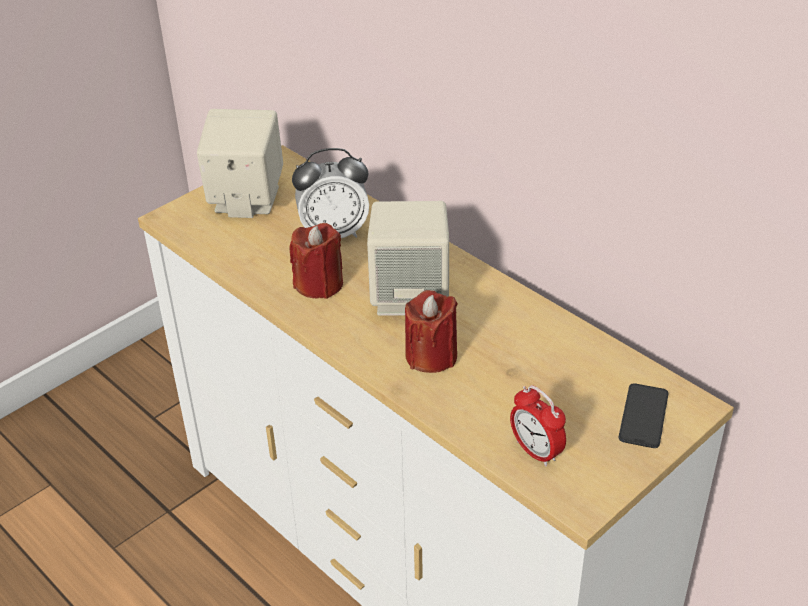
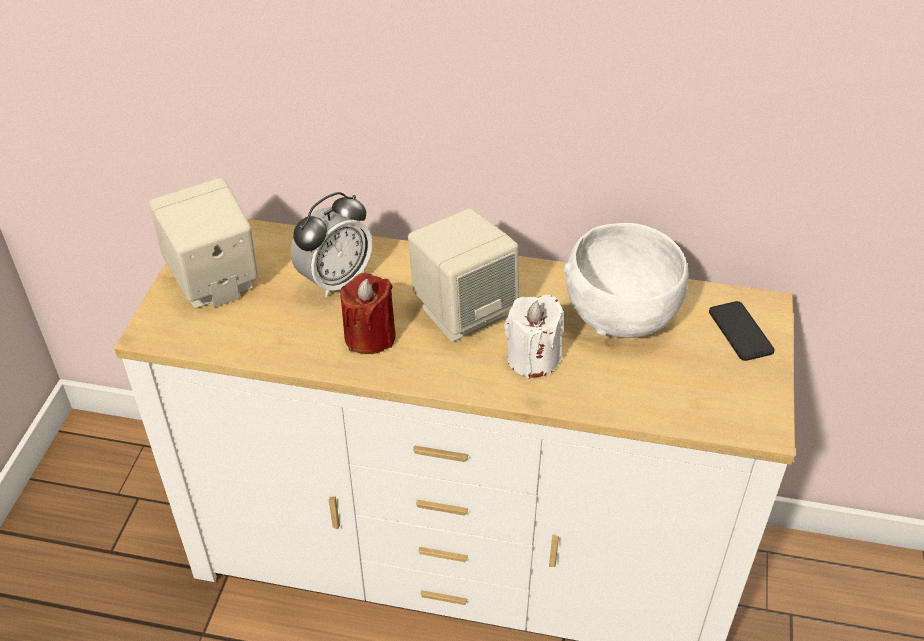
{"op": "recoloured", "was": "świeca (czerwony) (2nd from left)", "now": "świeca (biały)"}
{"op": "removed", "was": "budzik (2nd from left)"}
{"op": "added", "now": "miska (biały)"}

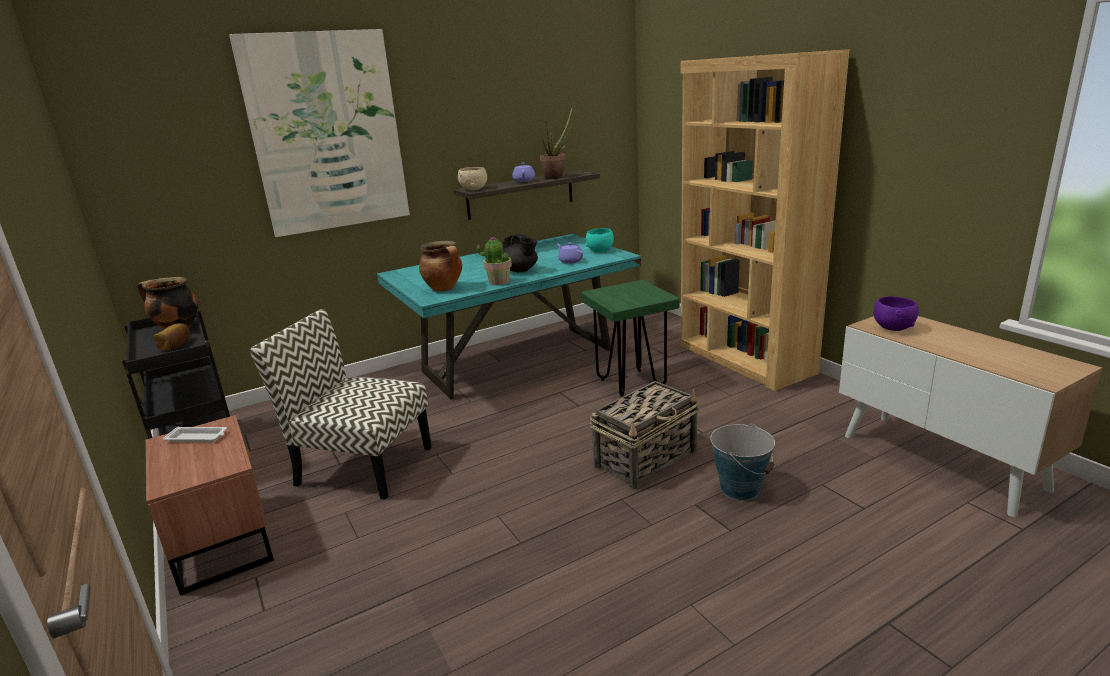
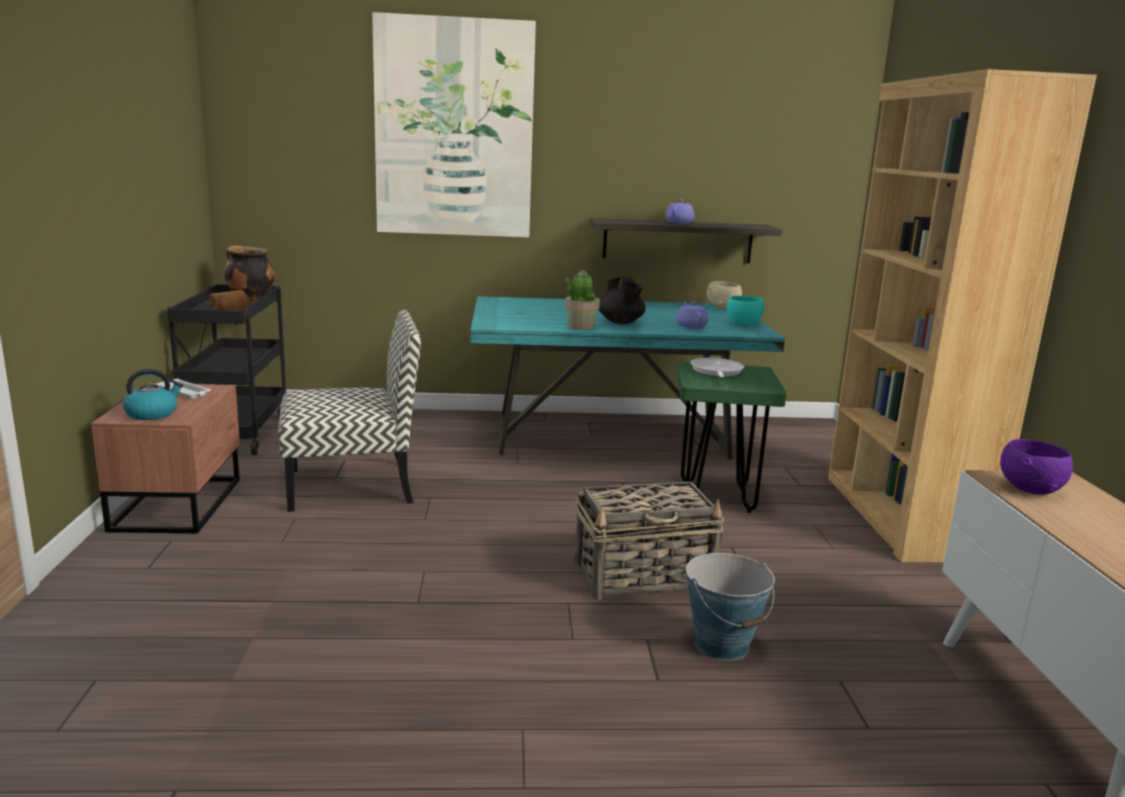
{"op": "removed", "was": "roślina doniczkowa (2nd from left)"}
{"op": "moved", "was": "miska (beżowy)"}
{"op": "removed", "was": "garnek (2nd from left)"}
{"op": "turned", "was": "krzesło", "clockwise": 120}
{"op": "added", "now": "patelnia"}
{"op": "added", "now": "czajnik"}

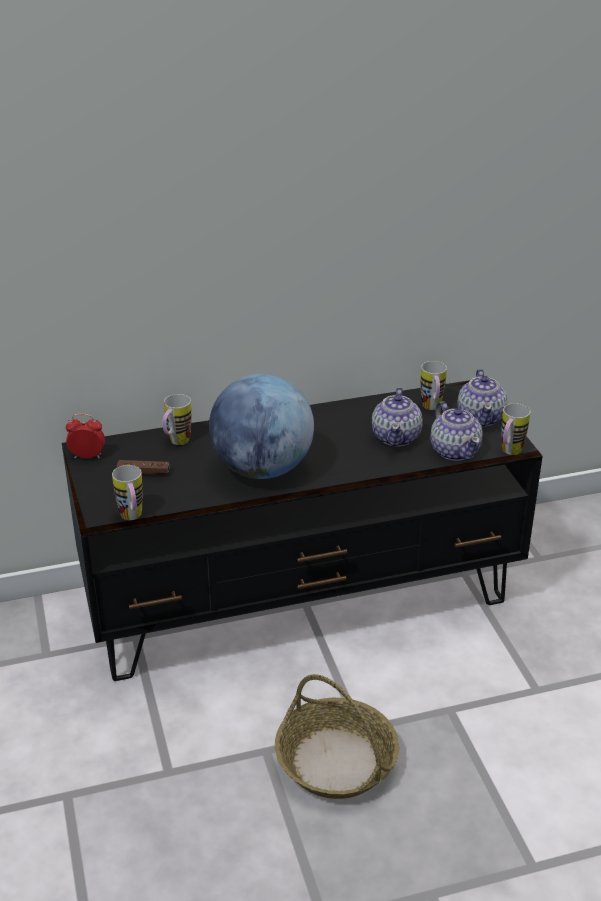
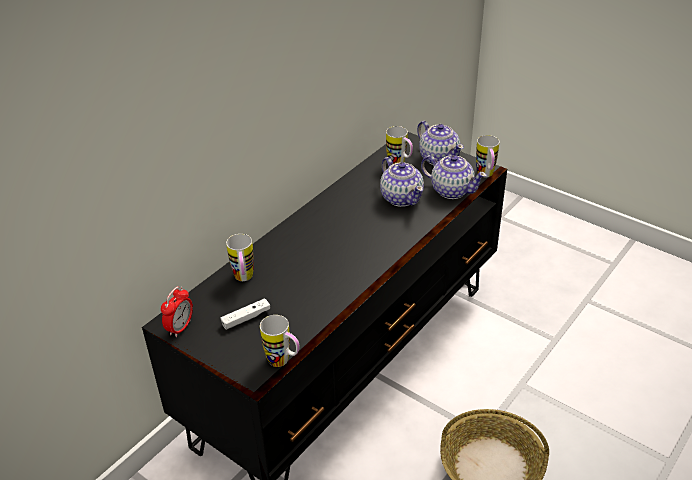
{"op": "removed", "was": "globus"}
{"op": "turned", "was": "budzik", "clockwise": 150}
{"op": "recoloured", "was": "pad do gier (brązowy)", "now": "pad do gier (biały)"}

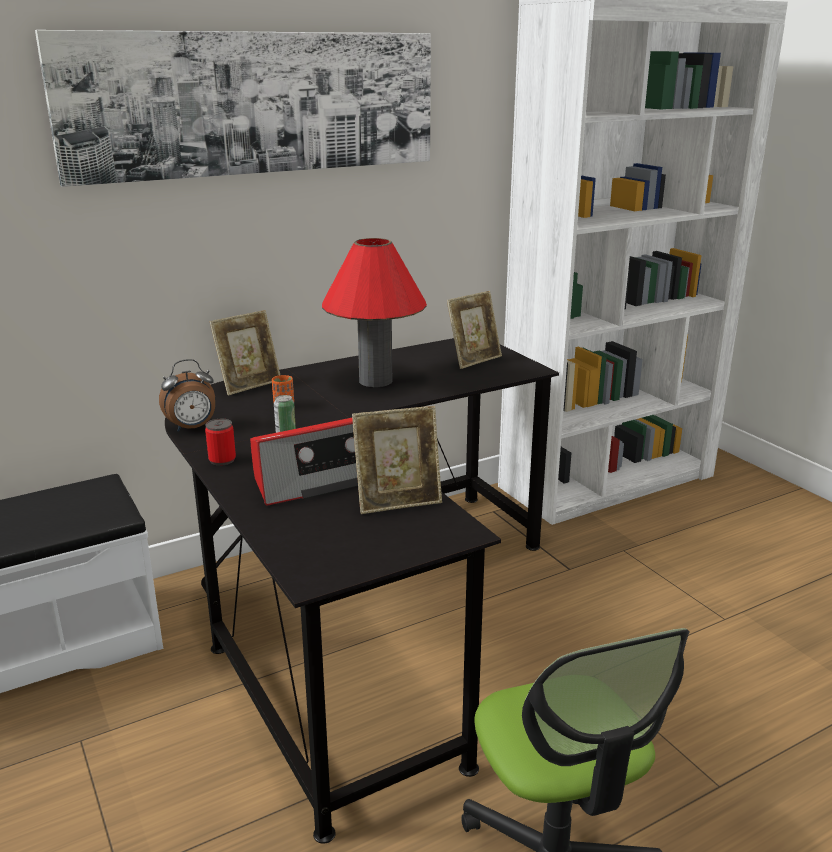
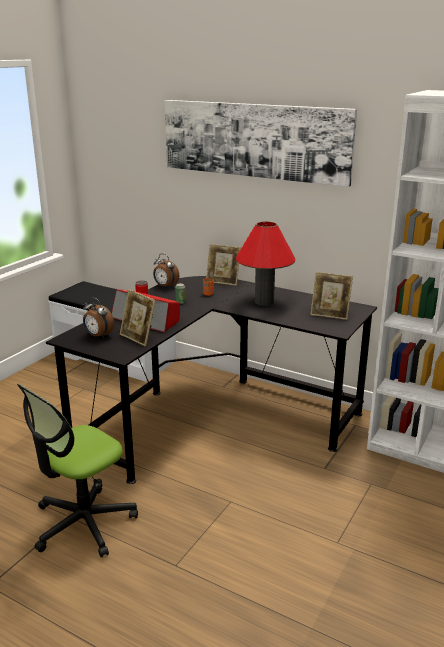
{"op": "added", "now": "budzik (1st from left)"}

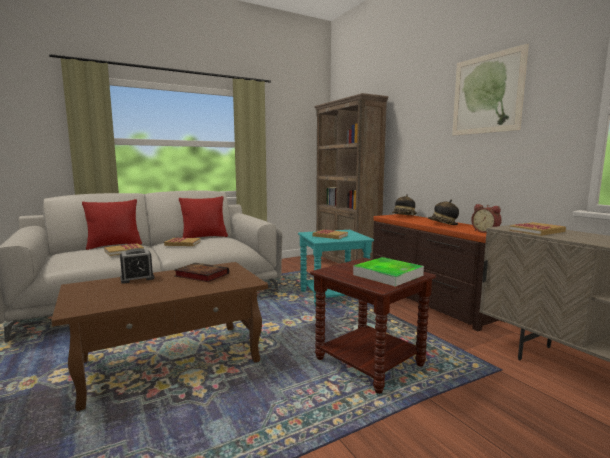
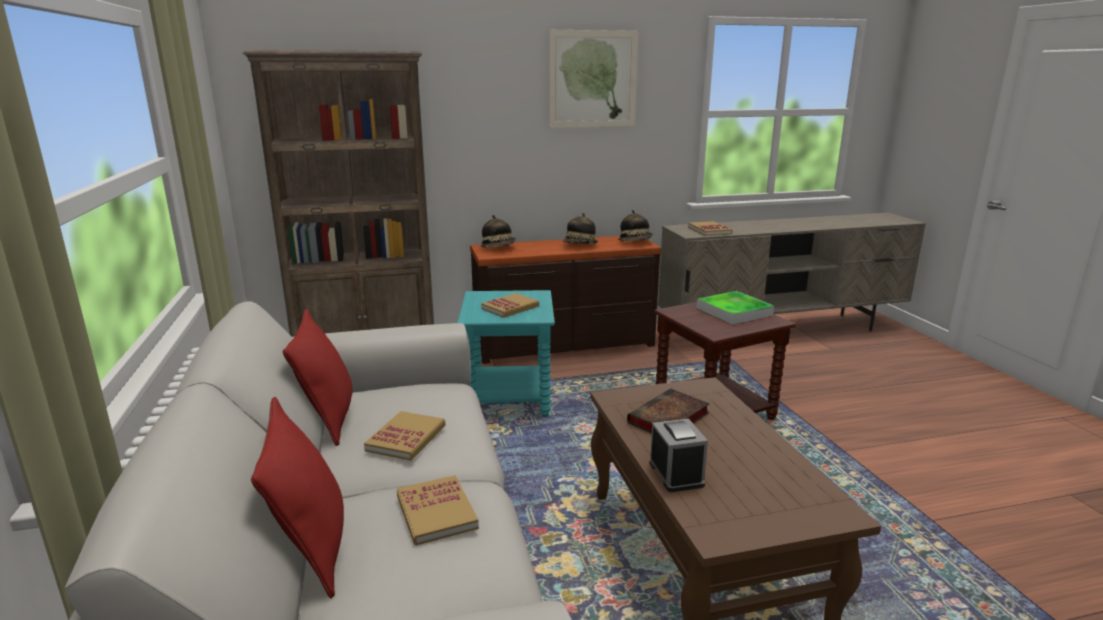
{"op": "replaced", "was": "budzik (2nd from left)", "now": "kapelusz (3rd from left)"}

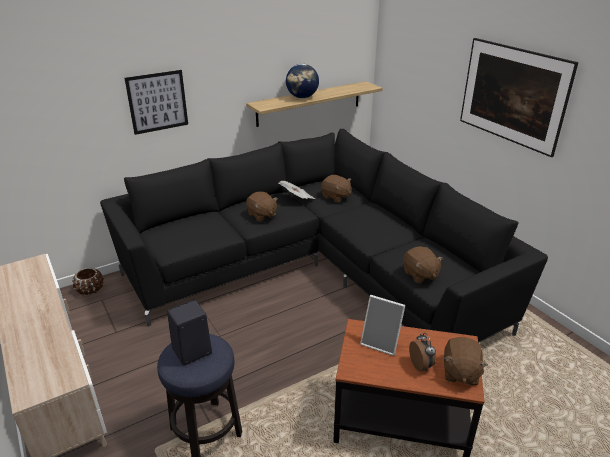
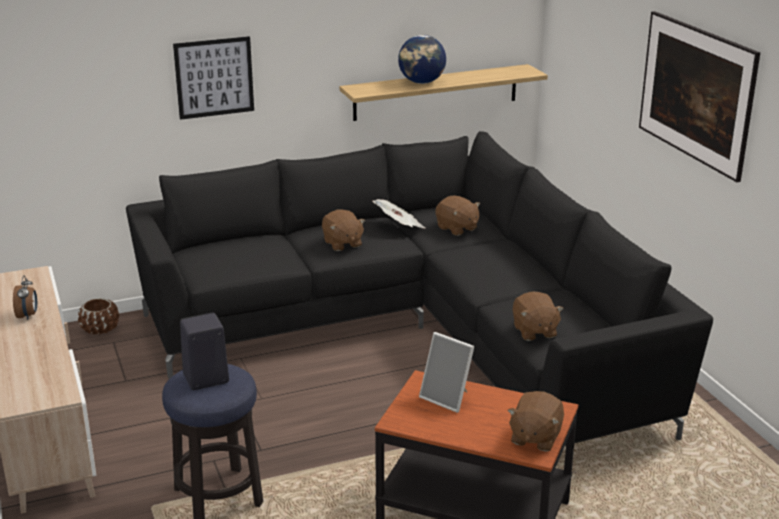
{"op": "moved", "was": "budzik"}

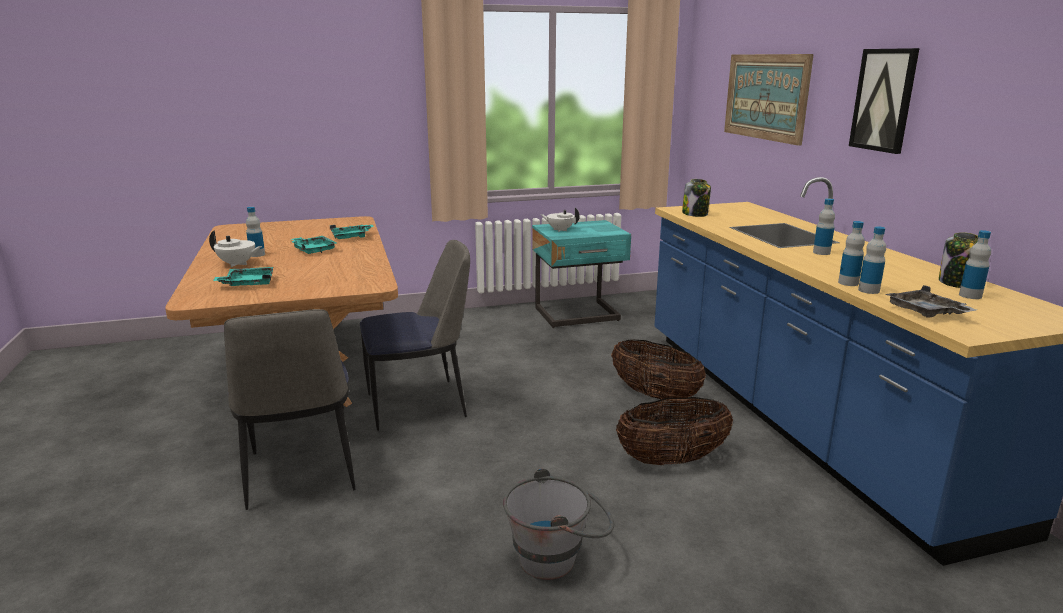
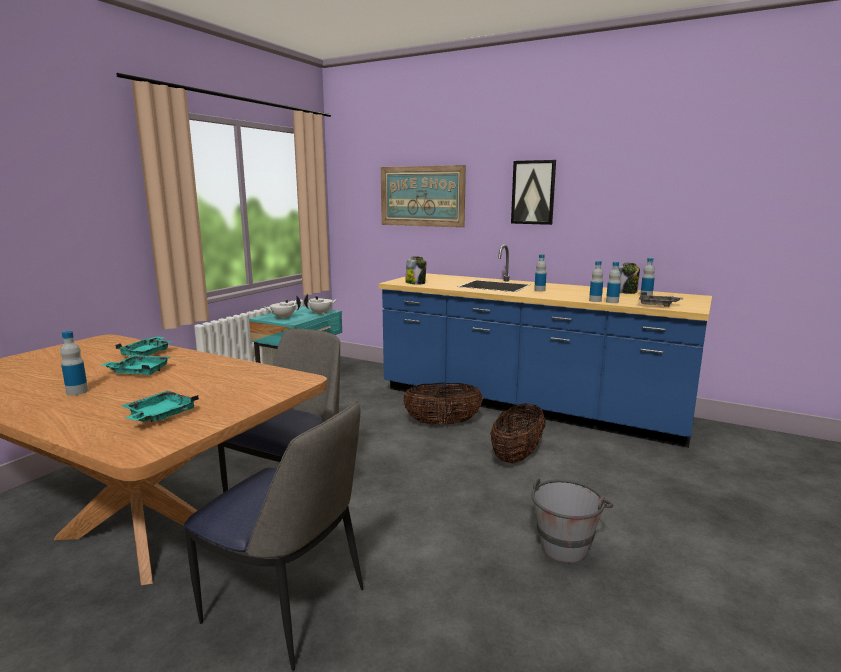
{"op": "moved", "was": "imbryk (biały) (1st from left in the first image)", "now": "imbryk (biały) (2nd from left)"}

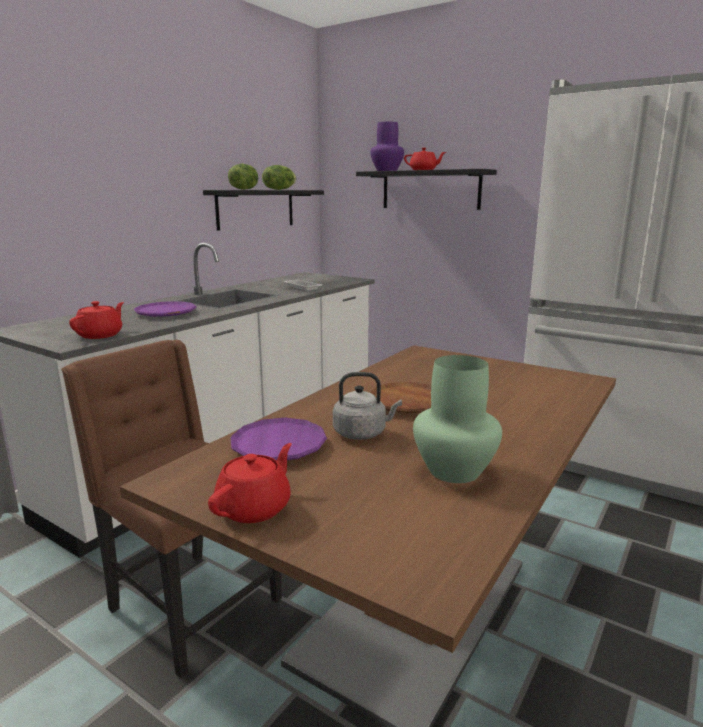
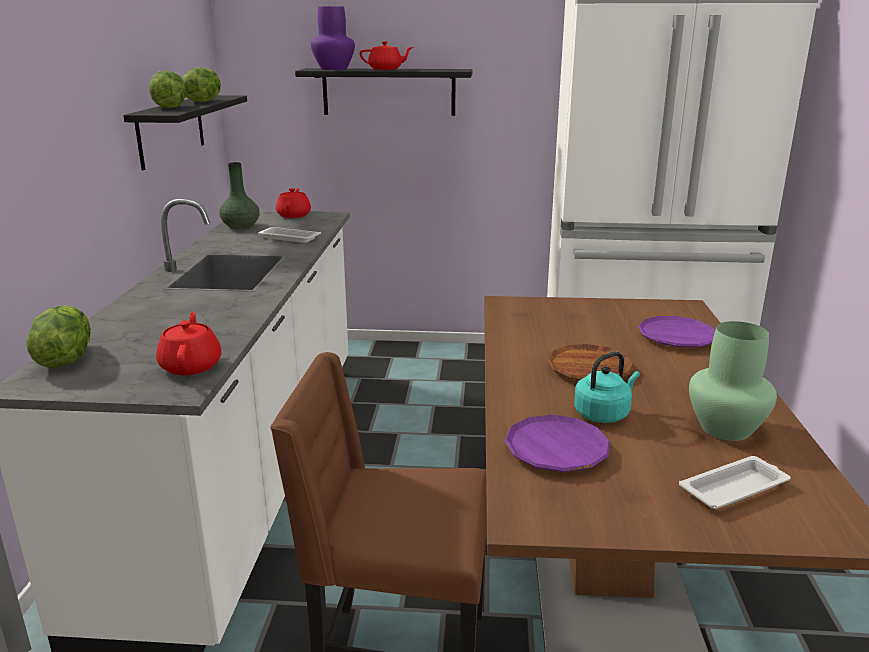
{"op": "moved", "was": "talerz (fioletowy) (1st from left in the first image)", "now": "talerz (fioletowy) (2nd from left)"}
{"op": "recoloured", "was": "czajnik (szary)", "now": "czajnik (turkusowy)"}
{"op": "moved", "was": "imbryk (czerwony) (2nd from left)"}
{"op": "added", "now": "wazon (zielony) (1st from left)"}
{"op": "added", "now": "sałata (1st from left)"}
{"op": "added", "now": "taca (biały) (2nd from left)"}

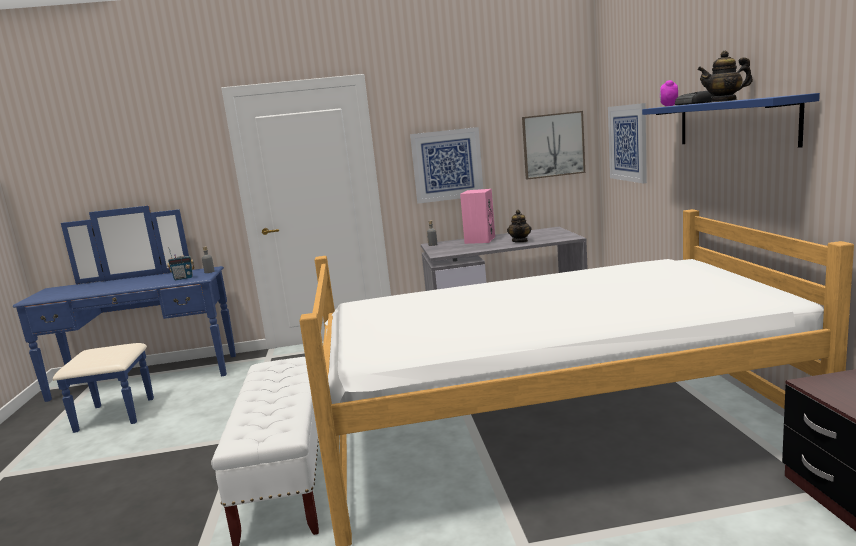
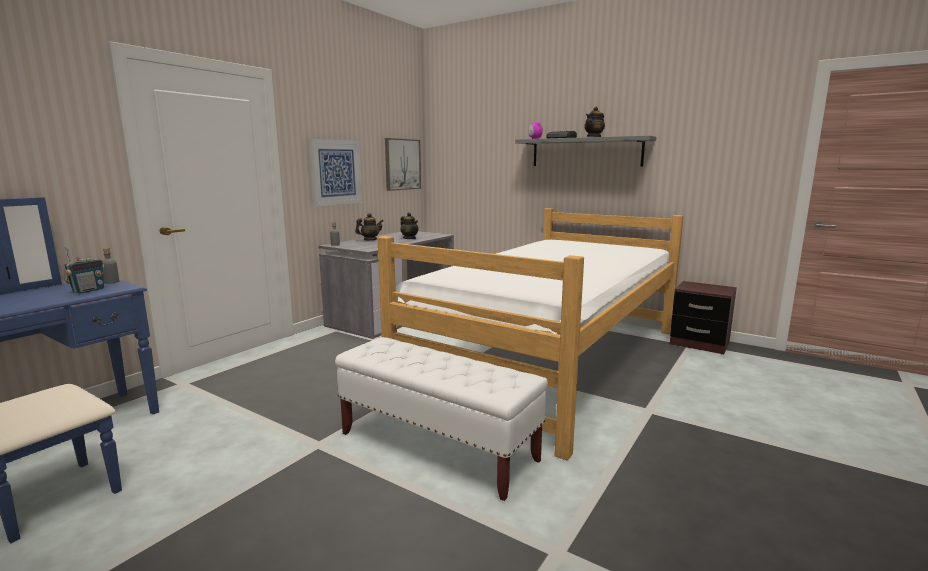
{"op": "recoloured", "was": "półka (niebieski)", "now": "półka (szary)"}
{"op": "removed", "was": "obraz (3rd from left)"}
{"op": "replaced", "was": "głośnik (różowy)", "now": "imbryk (1st from left)"}

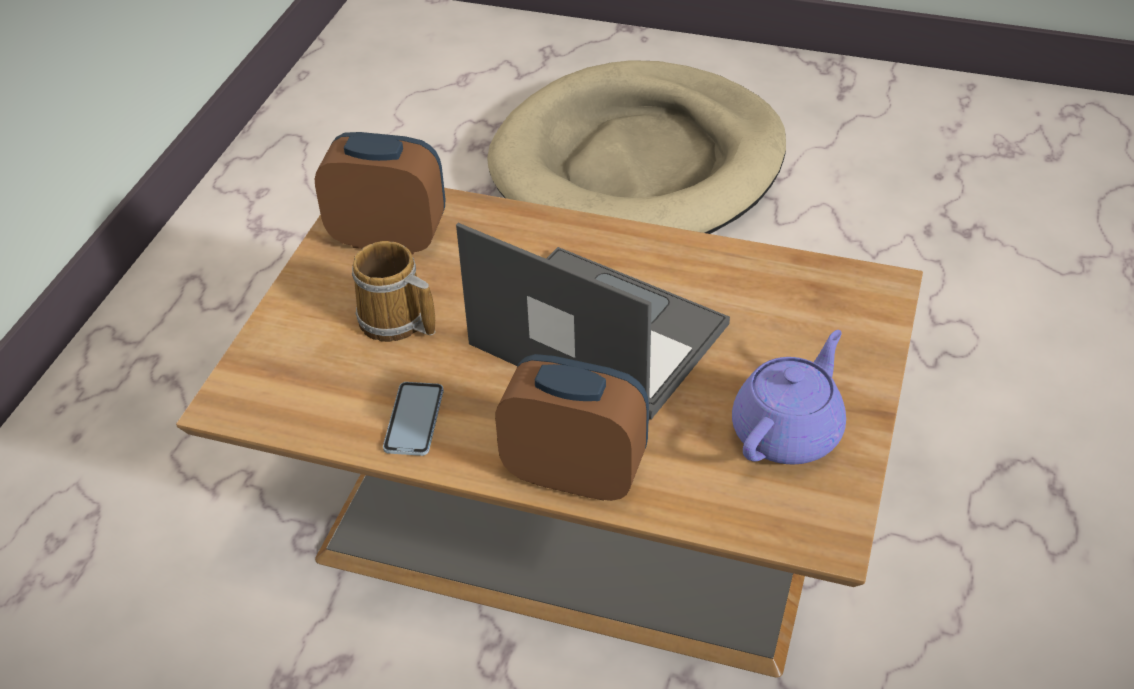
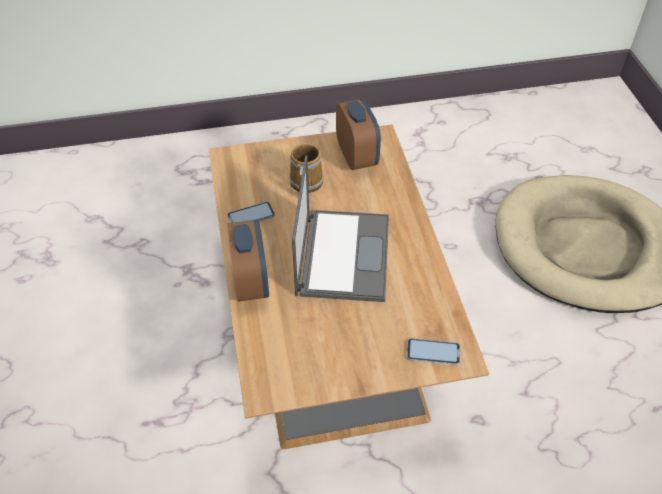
{"op": "removed", "was": "imbryk (fioletowy)"}
{"op": "added", "now": "telefon (2nd from left)"}

